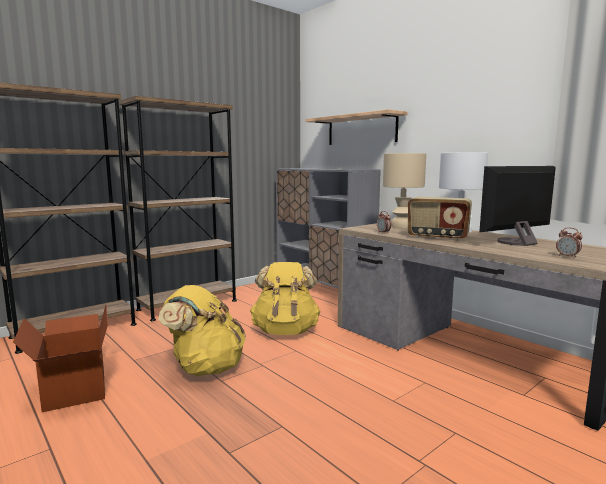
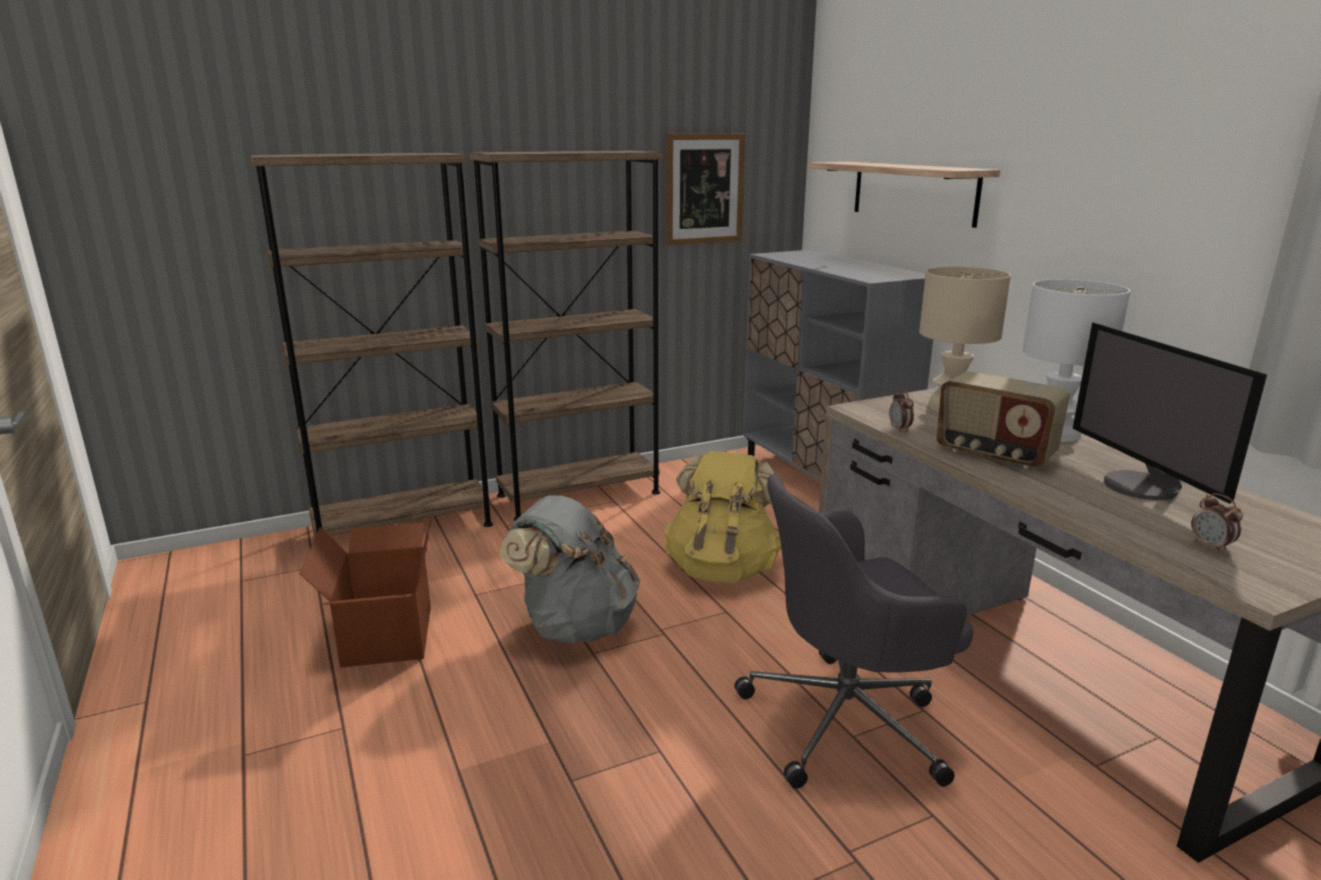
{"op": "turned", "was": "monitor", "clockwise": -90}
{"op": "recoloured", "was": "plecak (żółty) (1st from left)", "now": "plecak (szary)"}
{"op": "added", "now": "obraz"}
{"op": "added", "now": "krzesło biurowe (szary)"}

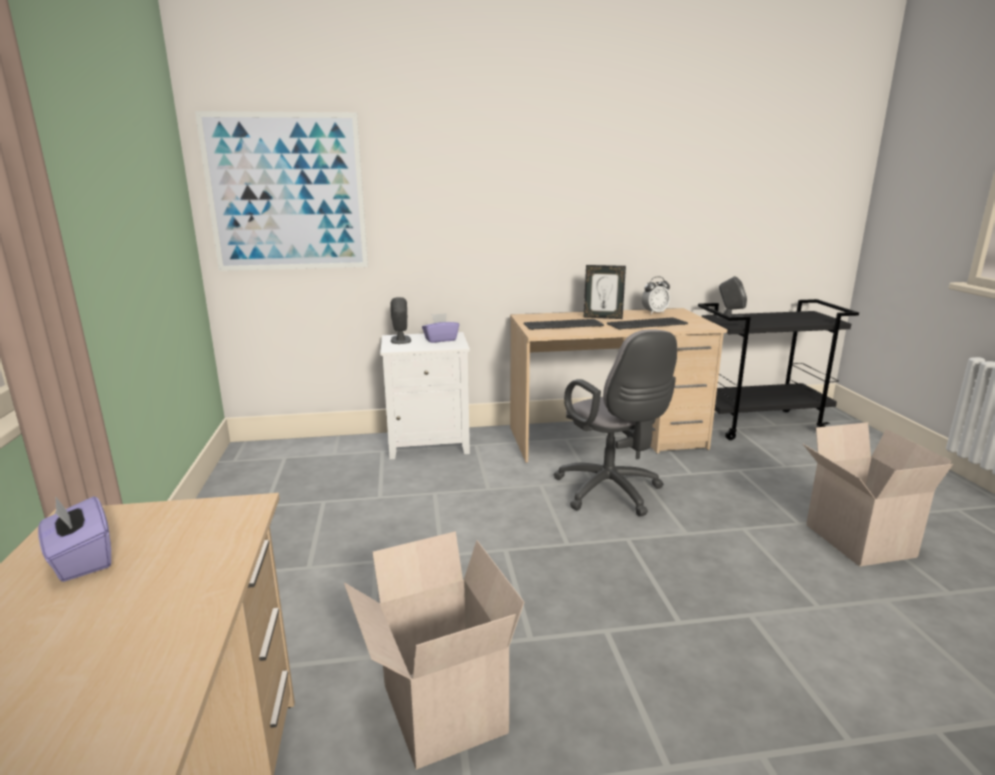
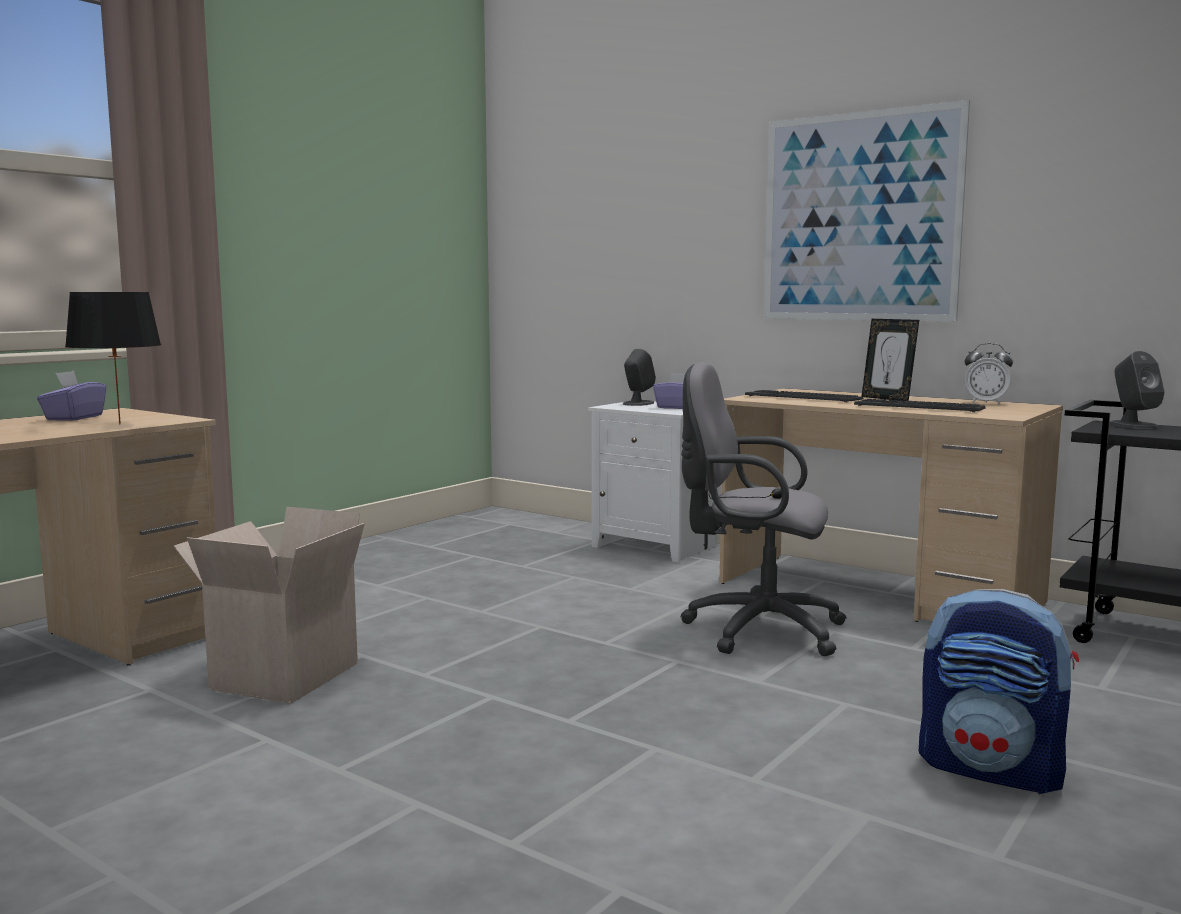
{"op": "moved", "was": "obraz"}
{"op": "turned", "was": "krzesło biurowe (szary)", "clockwise": 90}
{"op": "replaced", "was": "karton (2nd from left)", "now": "plecak"}
{"op": "added", "now": "lampa stołowa (czarny)"}

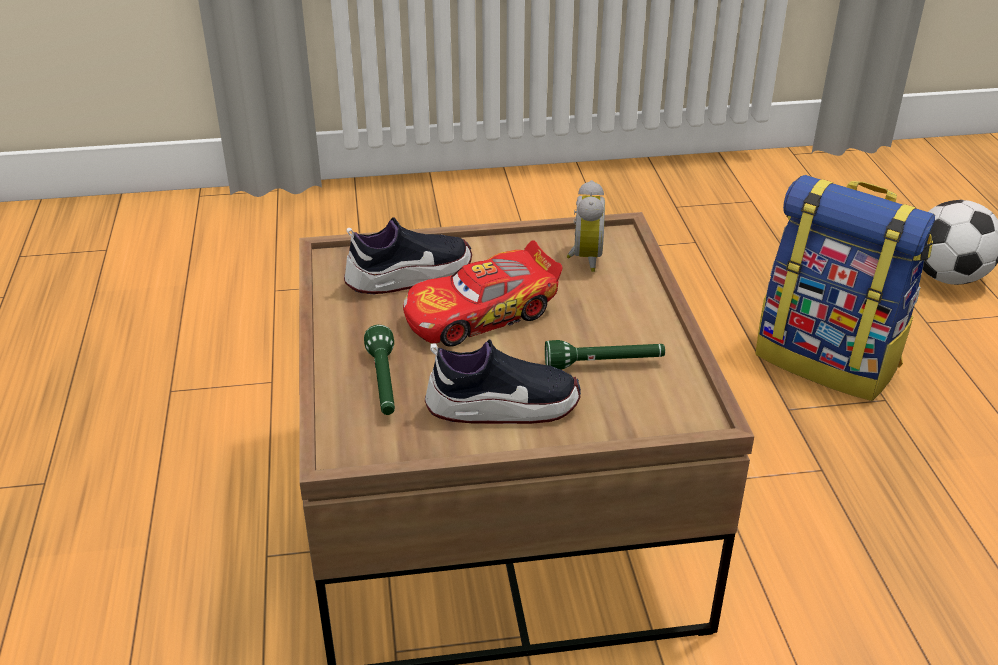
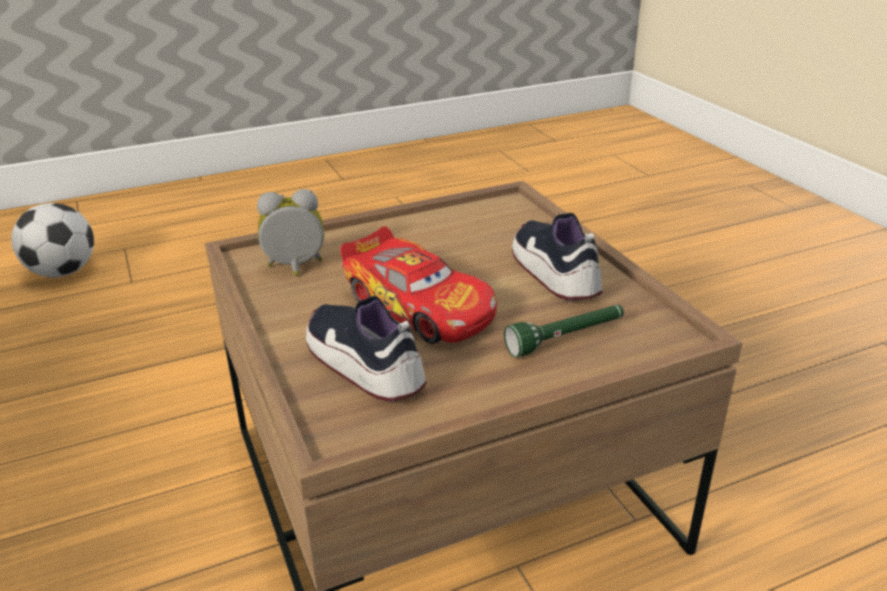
{"op": "removed", "was": "plecak"}
{"op": "removed", "was": "latarka (zielony) (2nd from left)"}

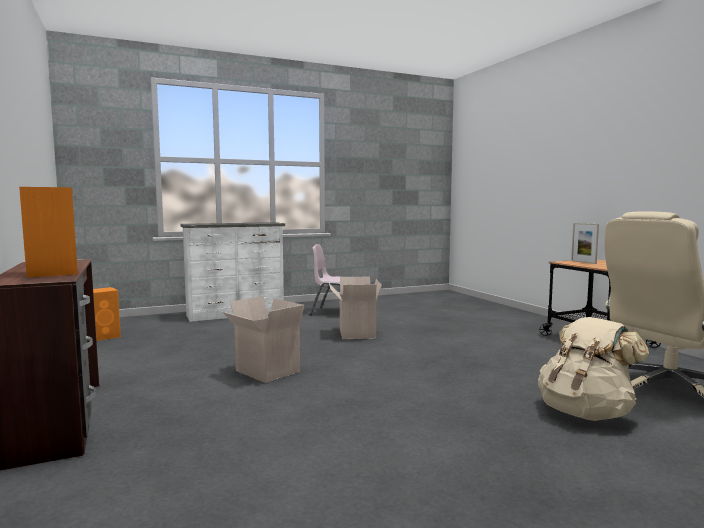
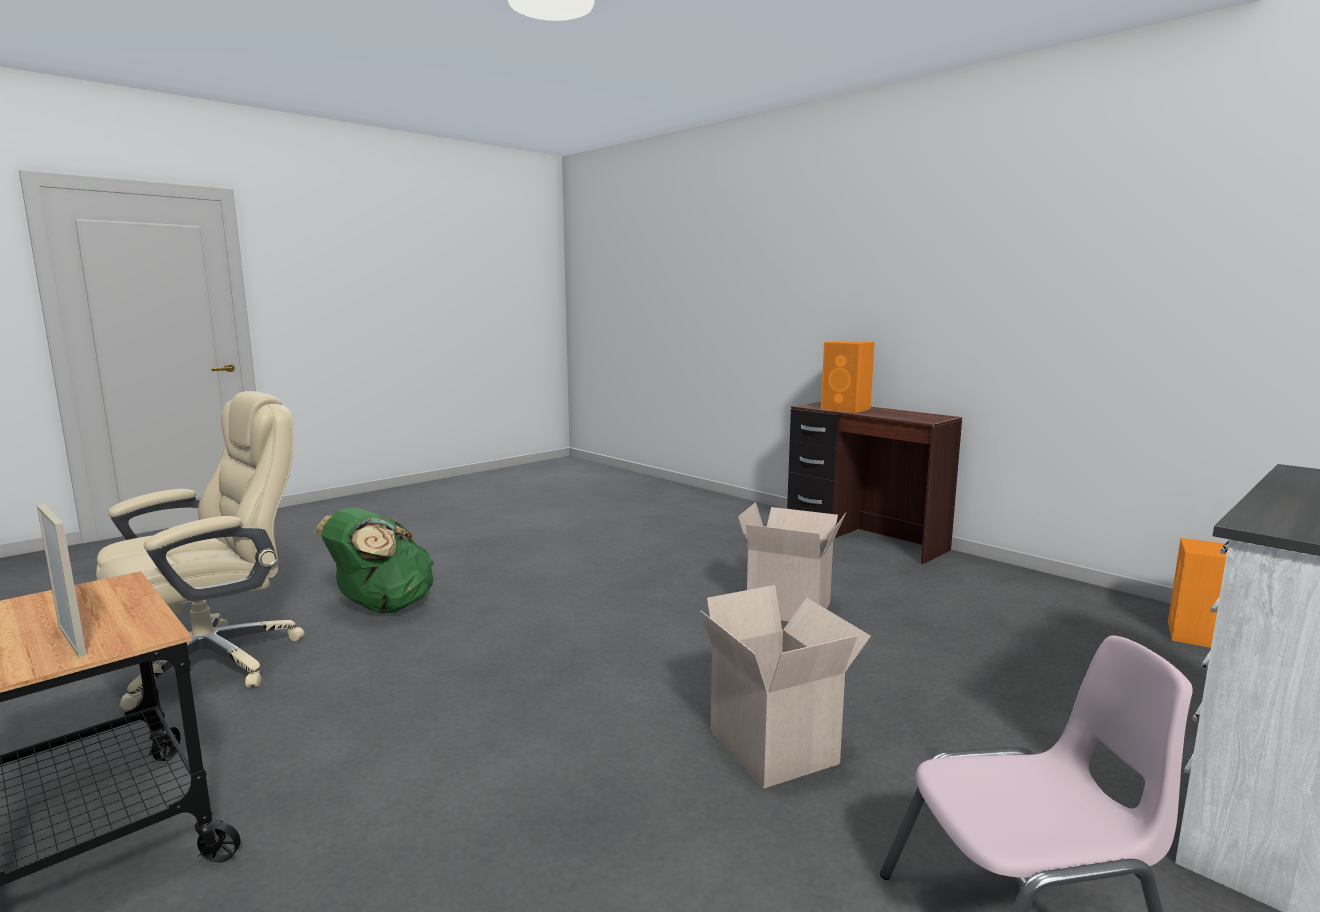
{"op": "recoloured", "was": "plecak (beżowy)", "now": "plecak (zielony)"}

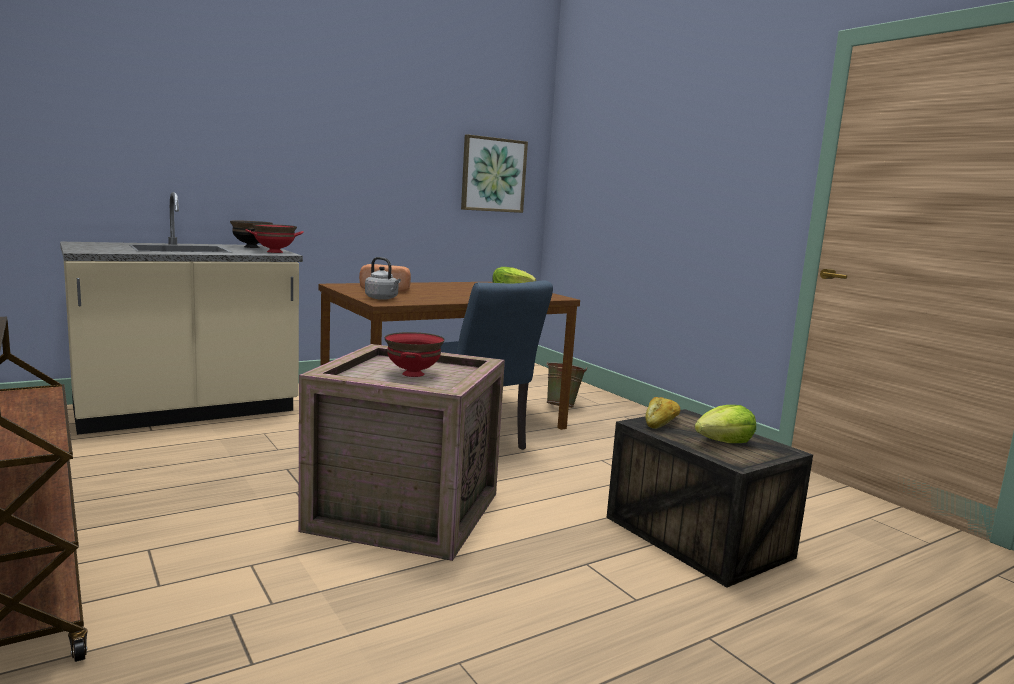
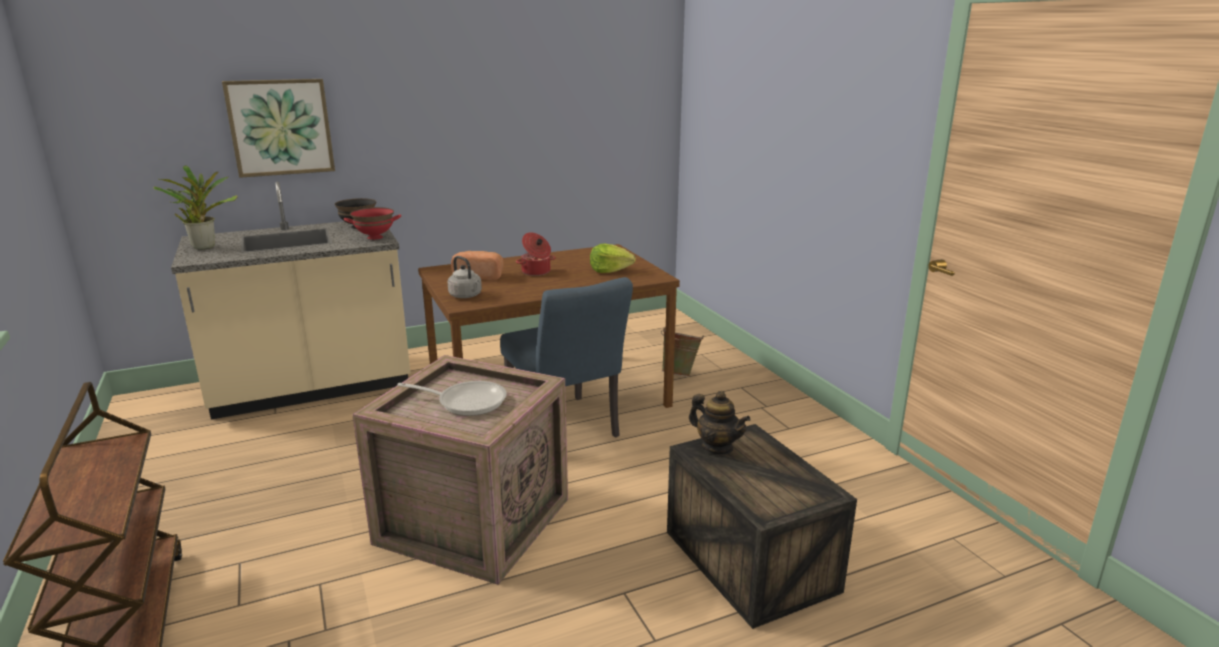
{"op": "moved", "was": "obraz"}
{"op": "replaced", "was": "miska (czerwony) (2nd from left)", "now": "patelnia"}
{"op": "replaced", "was": "chleb (2nd from left)", "now": "imbryk"}
{"op": "removed", "was": "sałata (2nd from left)"}
{"op": "added", "now": "roślina doniczkowa"}
{"op": "added", "now": "garnek"}

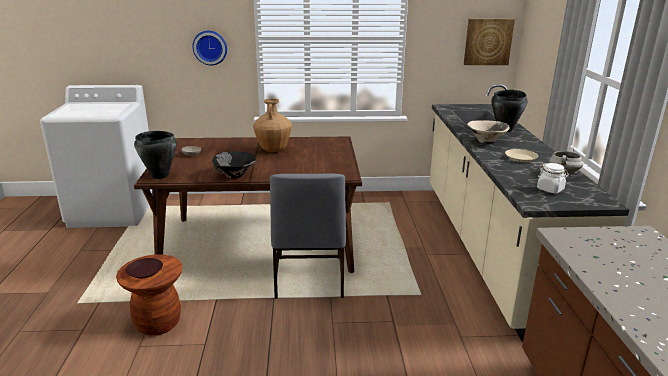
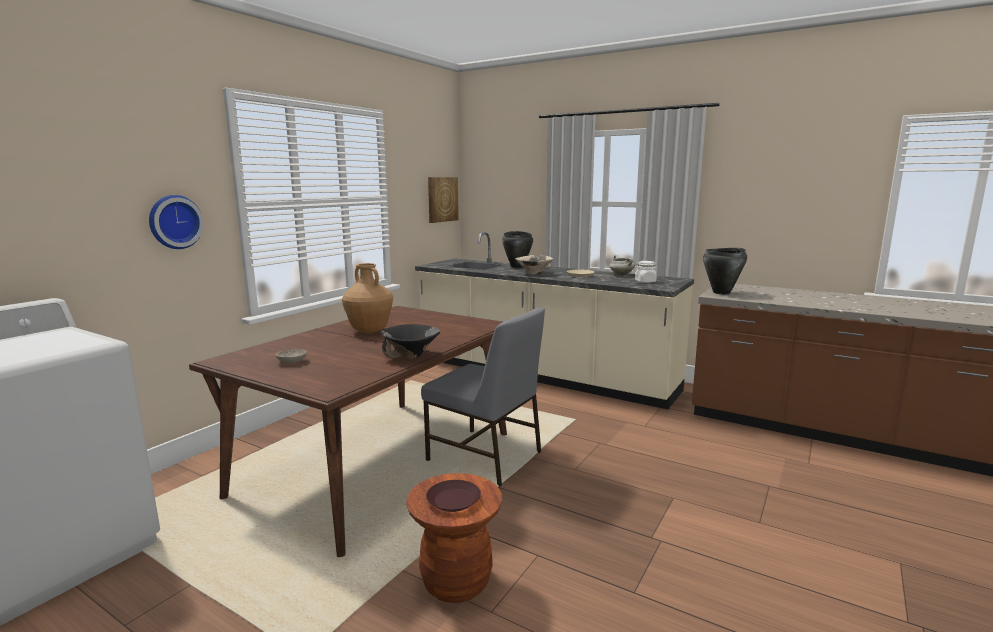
{"op": "moved", "was": "garnek (czarny) (1st from left in the first image)", "now": "garnek (czarny) (2nd from left)"}

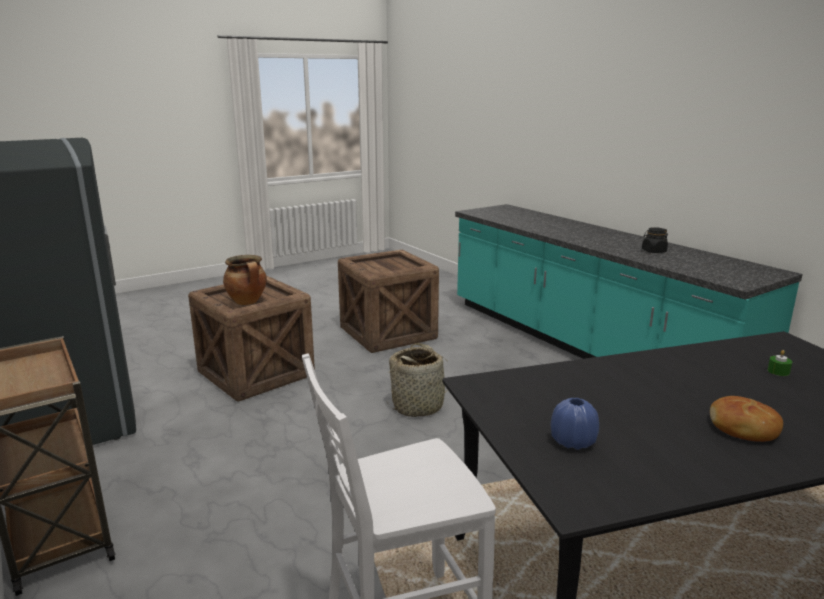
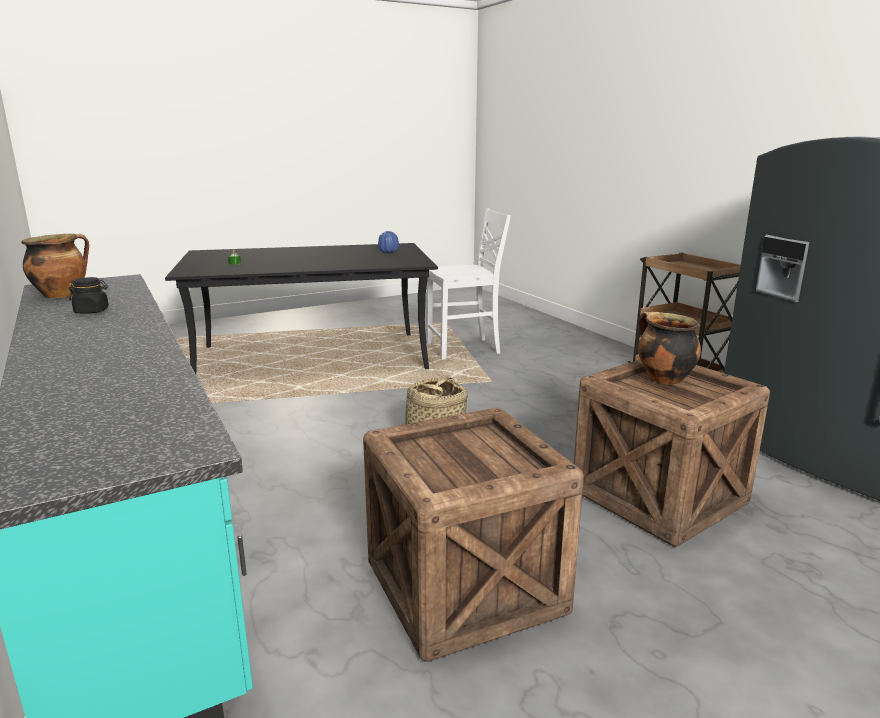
{"op": "removed", "was": "chleb"}
{"op": "added", "now": "garnek (1st from left)"}

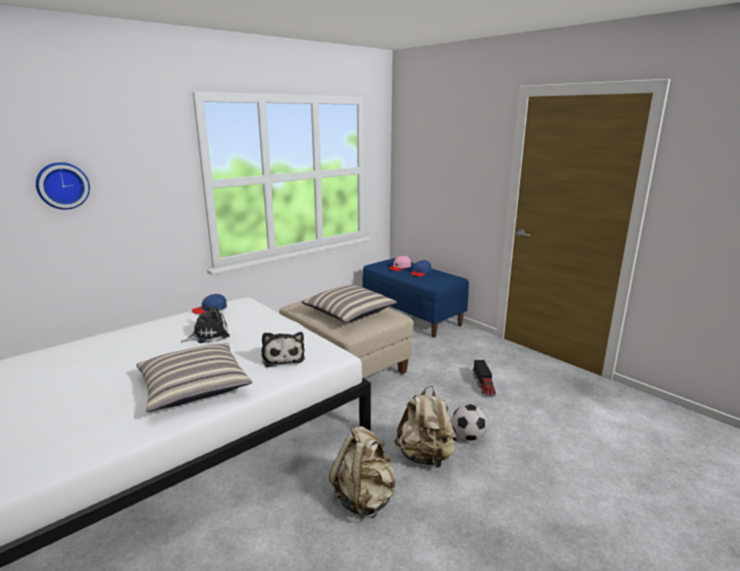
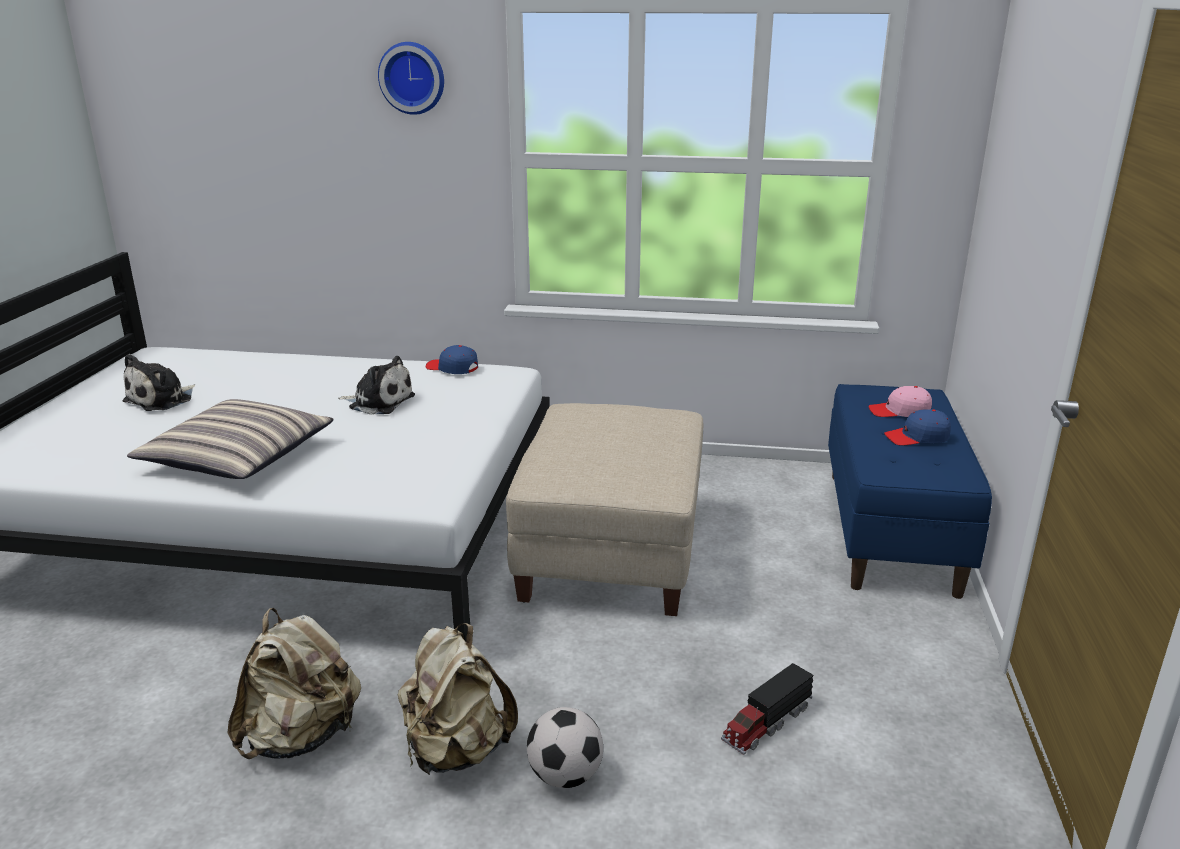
{"op": "moved", "was": "zegar ścienny"}
{"op": "removed", "was": "poduszka (2nd from left)"}
{"op": "moved", "was": "pluszak (2nd from left in the first image)", "now": "pluszak (1st from left)"}

